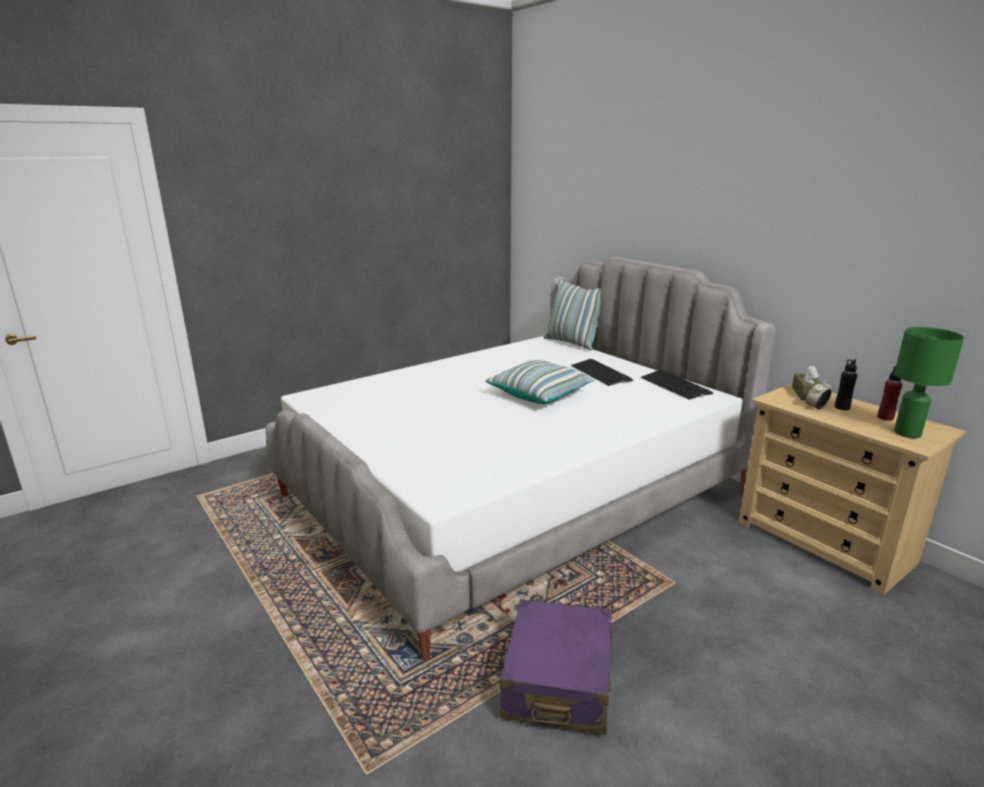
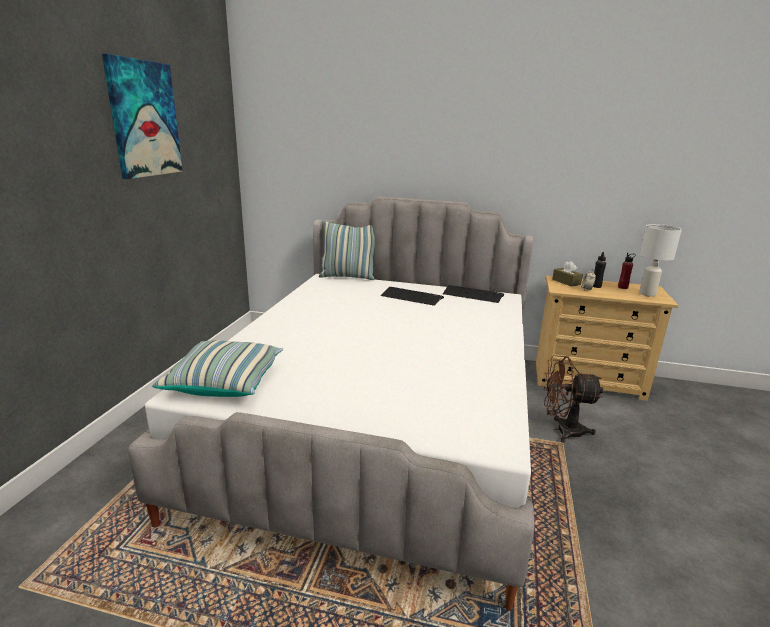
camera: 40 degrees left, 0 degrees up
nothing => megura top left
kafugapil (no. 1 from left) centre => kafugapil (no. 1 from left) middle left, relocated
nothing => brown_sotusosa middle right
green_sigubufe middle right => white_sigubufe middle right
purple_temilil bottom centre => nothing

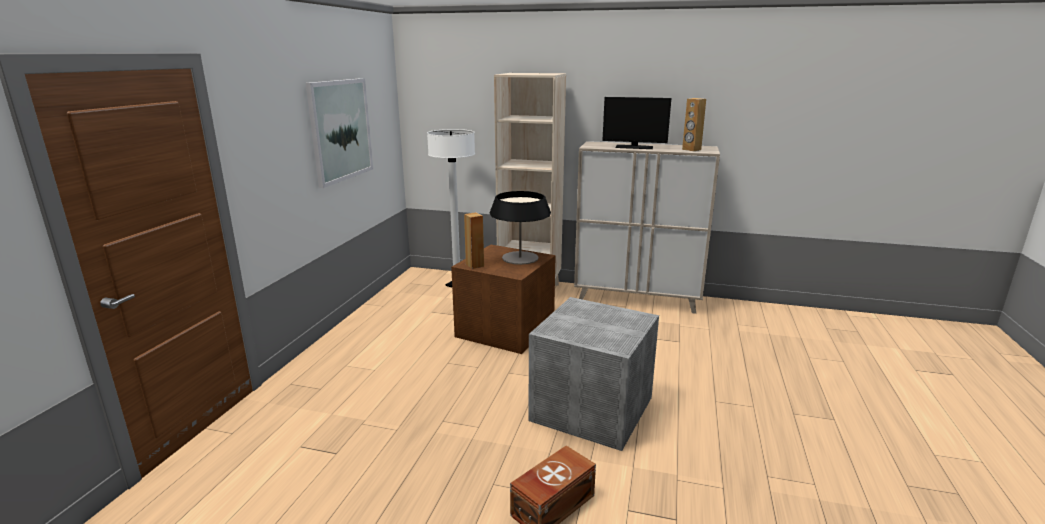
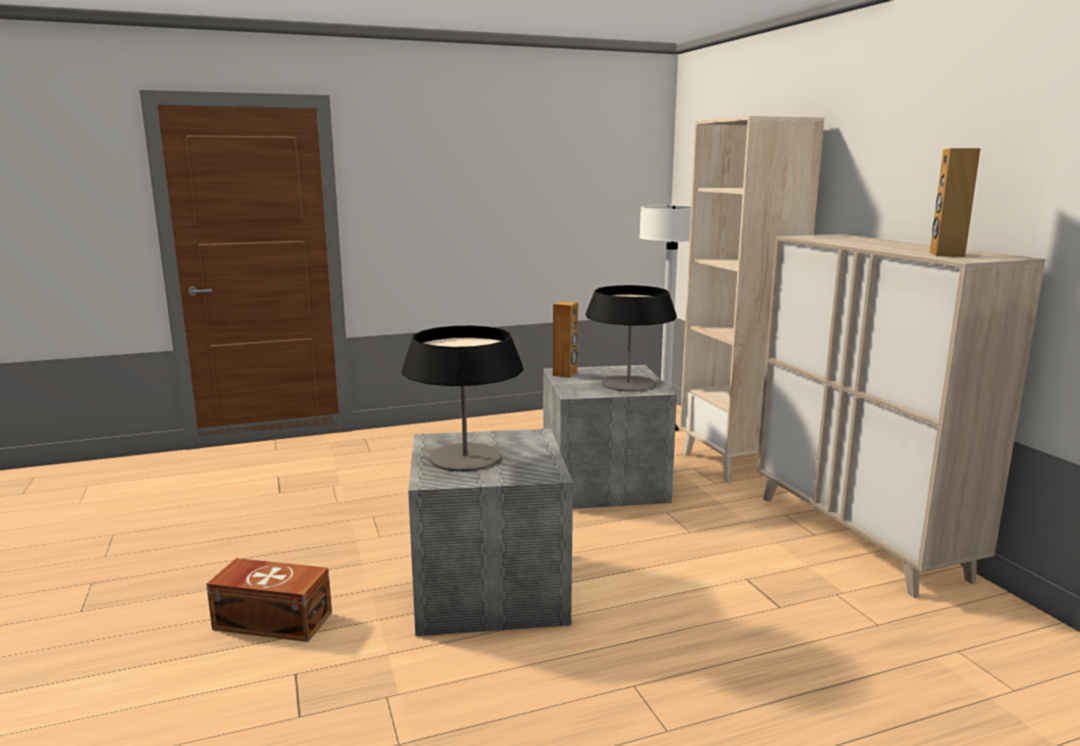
camera: 55 degrees right, 5 degrees down
nothing => sigubufe (no. 1 from left) centre
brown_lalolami (no. 1 from left) centre => grey_lalolami (no. 2 from left) centre
megura top left => nothing
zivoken top centre => nothing

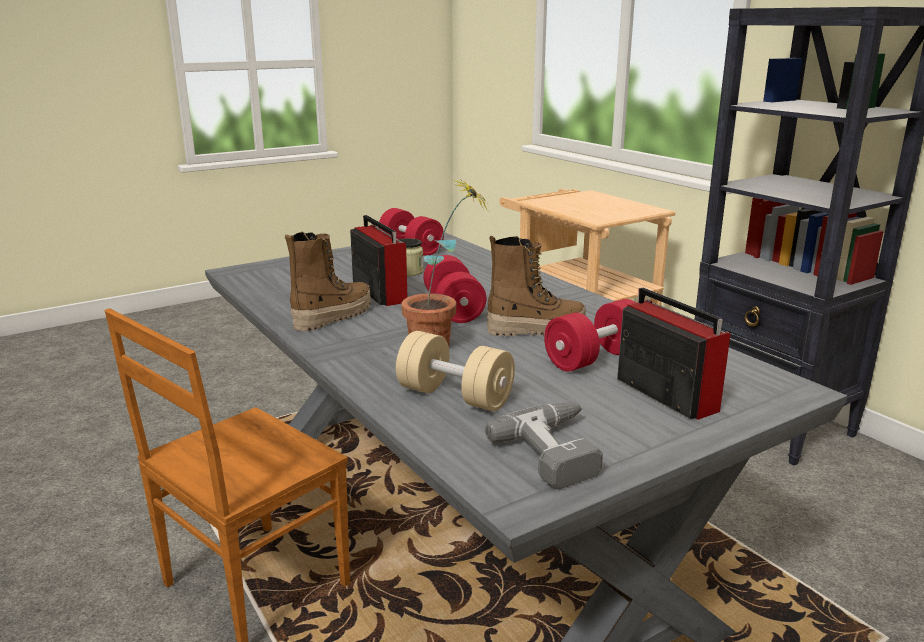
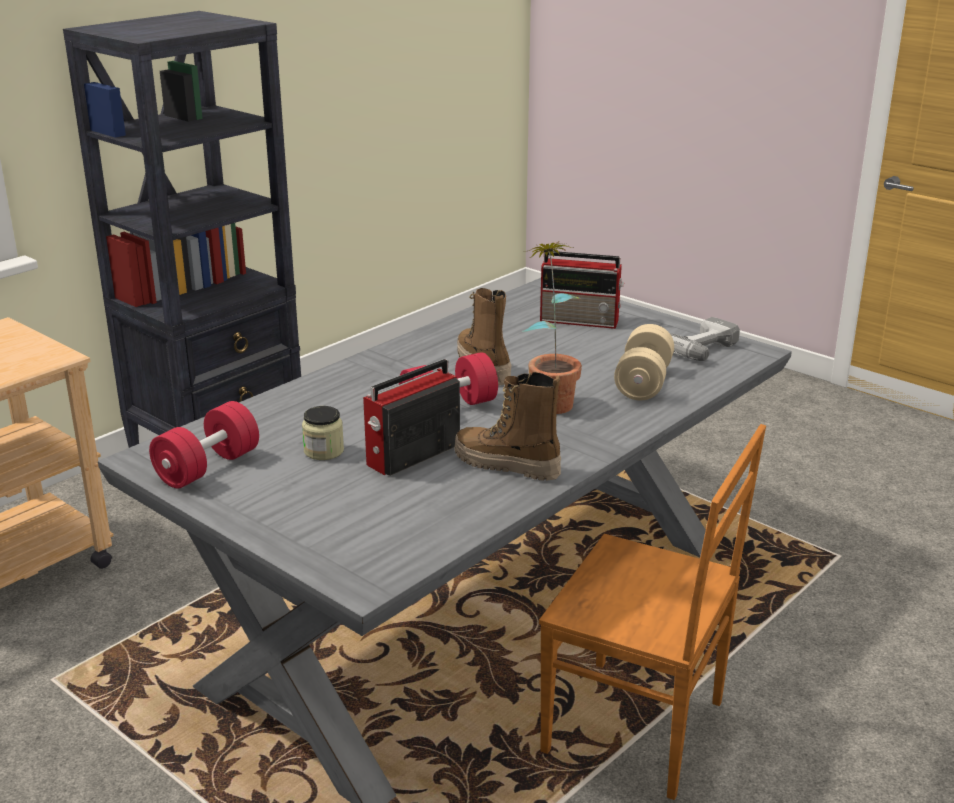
camera: 105 degrees left, 5 degrees up
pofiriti (no. 2 from left) middle right => pofiriti (no. 2 from left) centre, 120 degrees counterclockwise
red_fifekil (no. 3 from left) centre => nothing

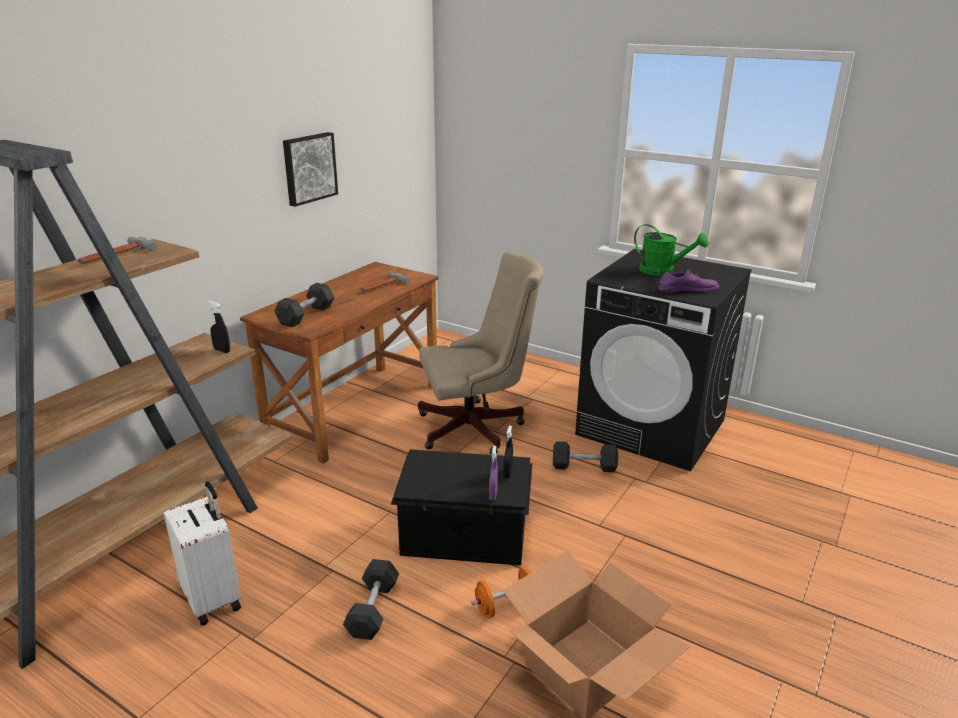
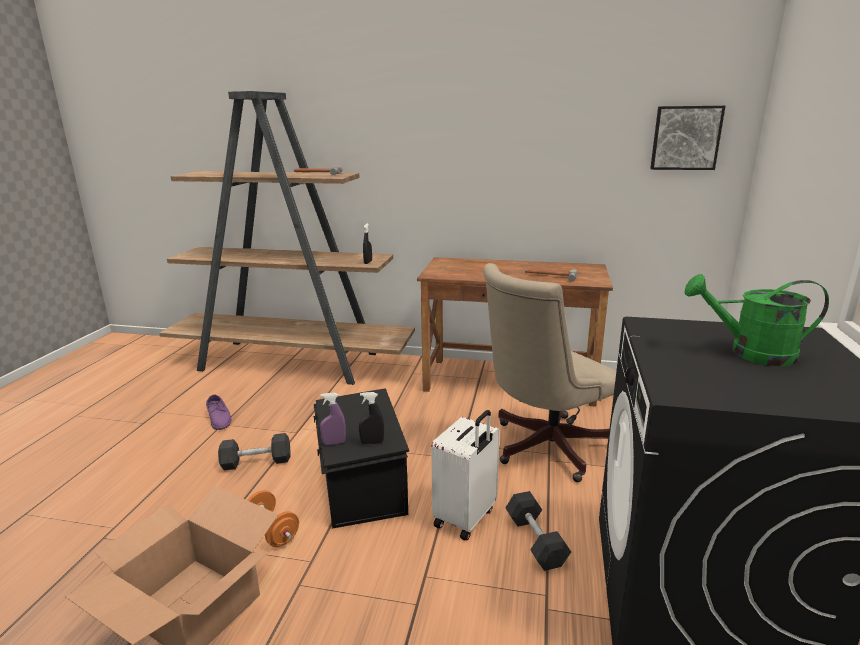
camera: 70 degrees right, 5 degrees down
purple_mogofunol middle right => purple_mogofunol middle left, relocated
white_temilil bottom left => white_temilil bottom centre, relocated
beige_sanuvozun centre, 90 degrees clockwise
megura top left => megura top right, relocated
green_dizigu middle right, 90 degrees clockwise
grey_fifekil (no. 1 from left) middle left => nothing

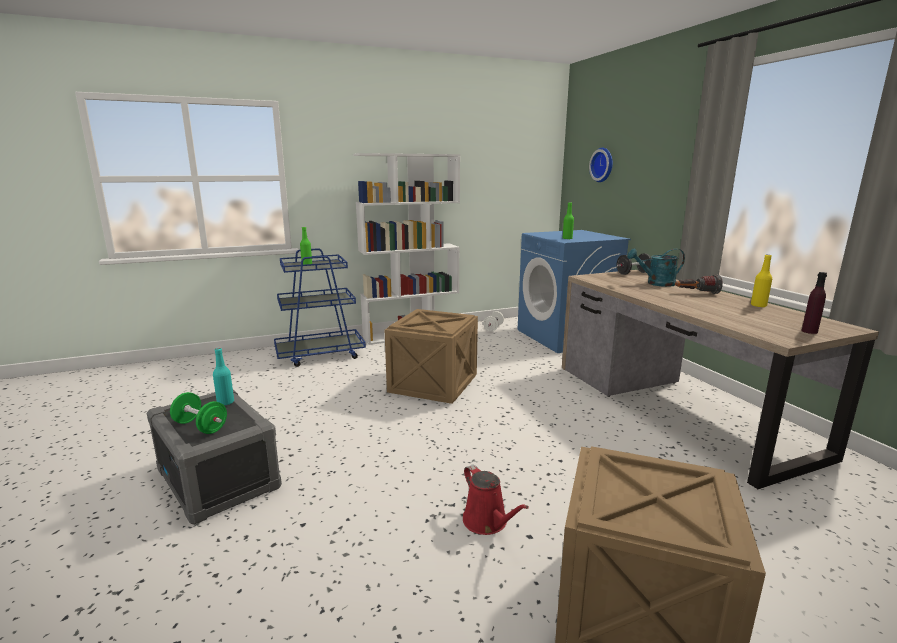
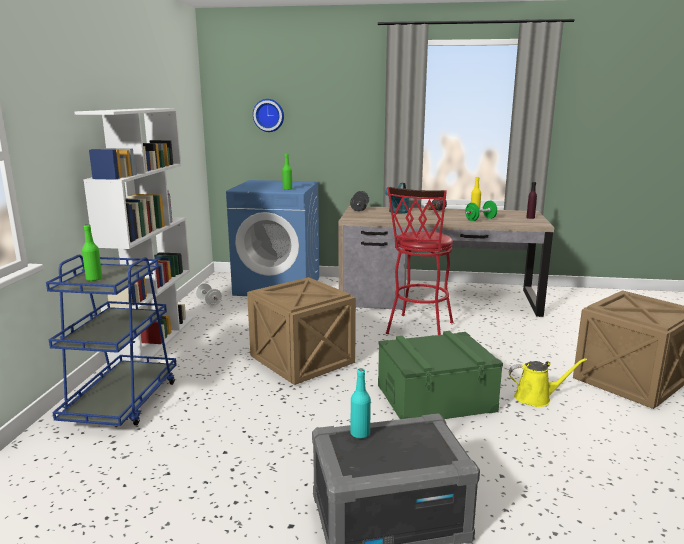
camera: 60 degrees left, 0 degrees up
nothing => green_lalolami bottom centre
nothing => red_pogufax centre
green_fifekil middle left => green_fifekil middle right, relocated
red_dizigu bottom centre => yellow_dizigu bottom right

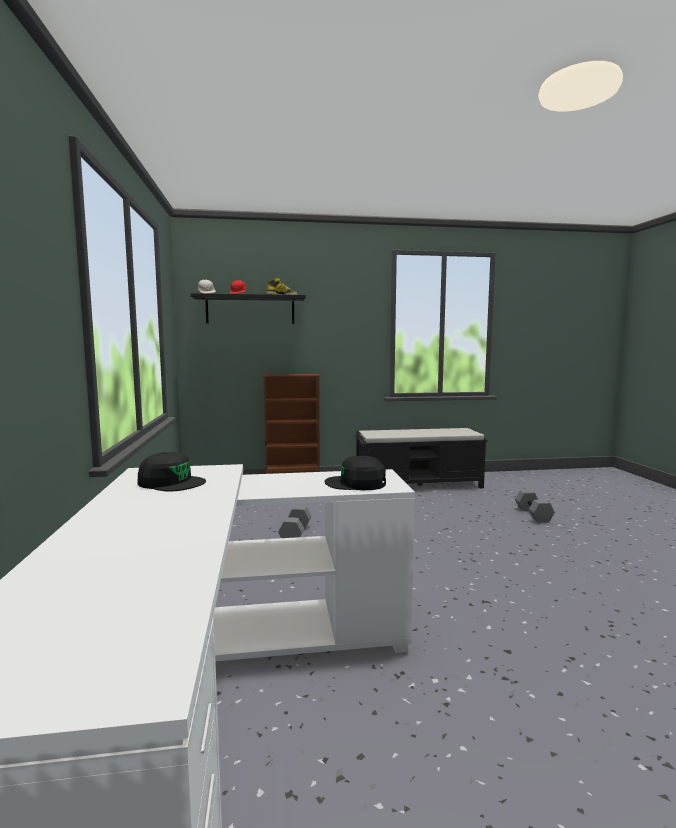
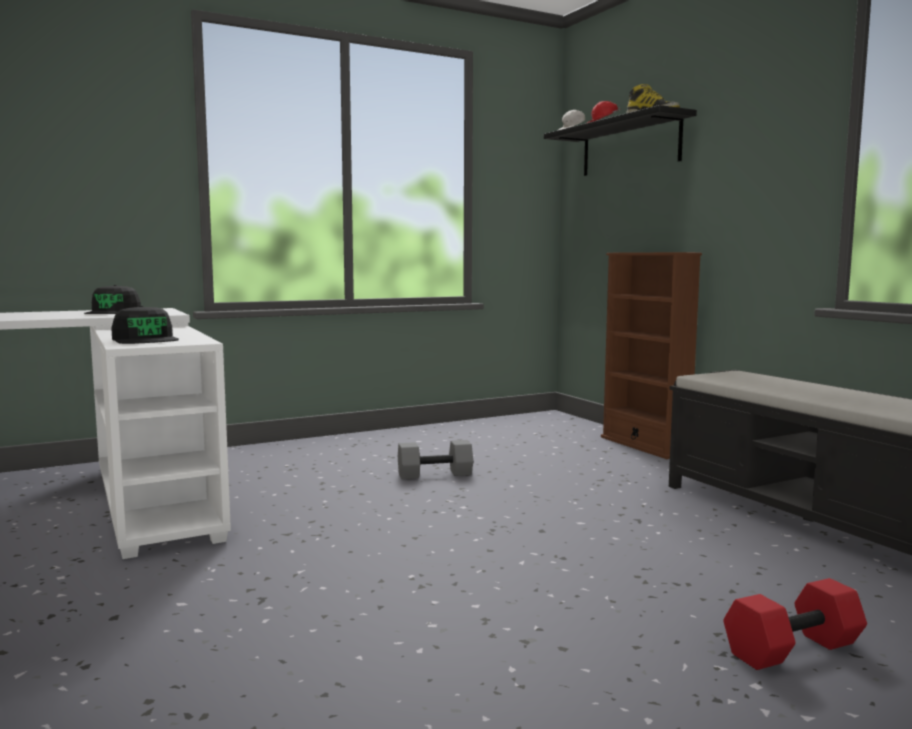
camera: 70 degrees right, 0 degrees up
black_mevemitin (no. 2 from left) centre => black_mevemitin (no. 2 from left) middle left, 150 degrees clockwise
grey_fifekil (no. 2 from left) middle right => red_fifekil bottom right

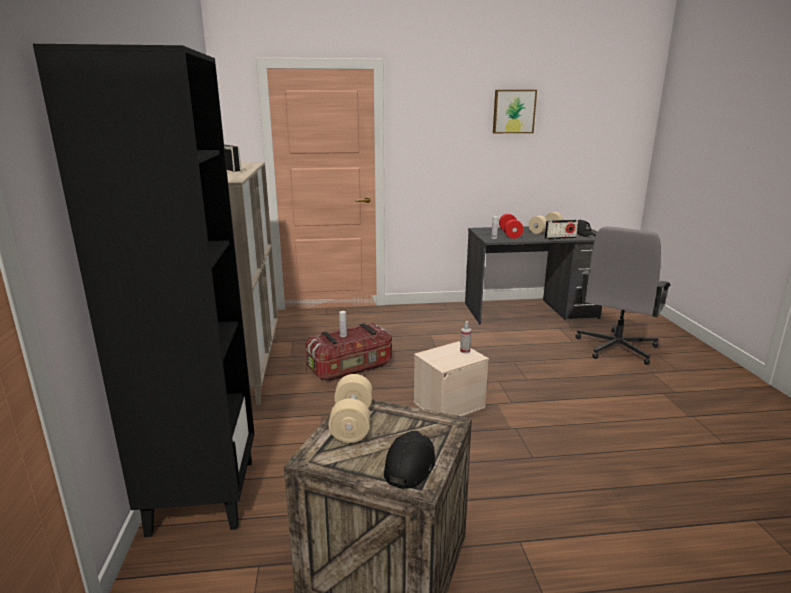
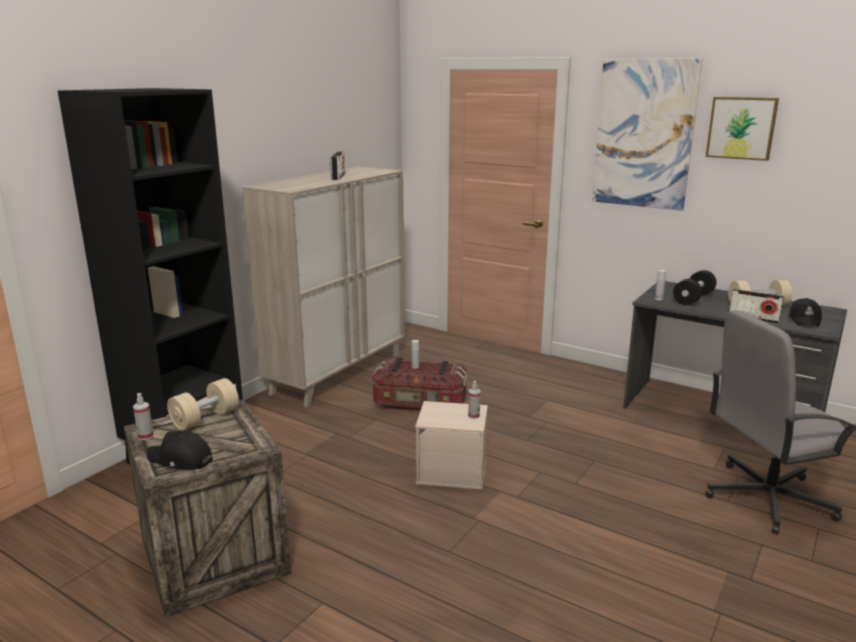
camera: 40 degrees right, 0 degrees up
nothing => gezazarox (no. 1 from left) middle left
black_mevemitin (no. 1 from left) bottom centre => black_mevemitin (no. 1 from left) bottom left, 135 degrees counterclockwise
nothing => megura (no. 1 from left) top right
red_fifekil centre => black_fifekil middle right

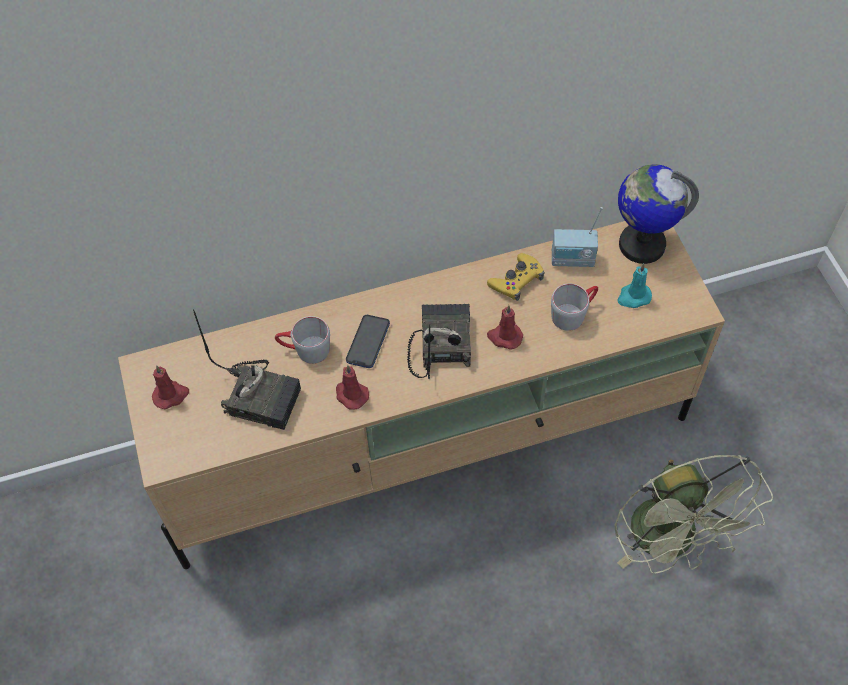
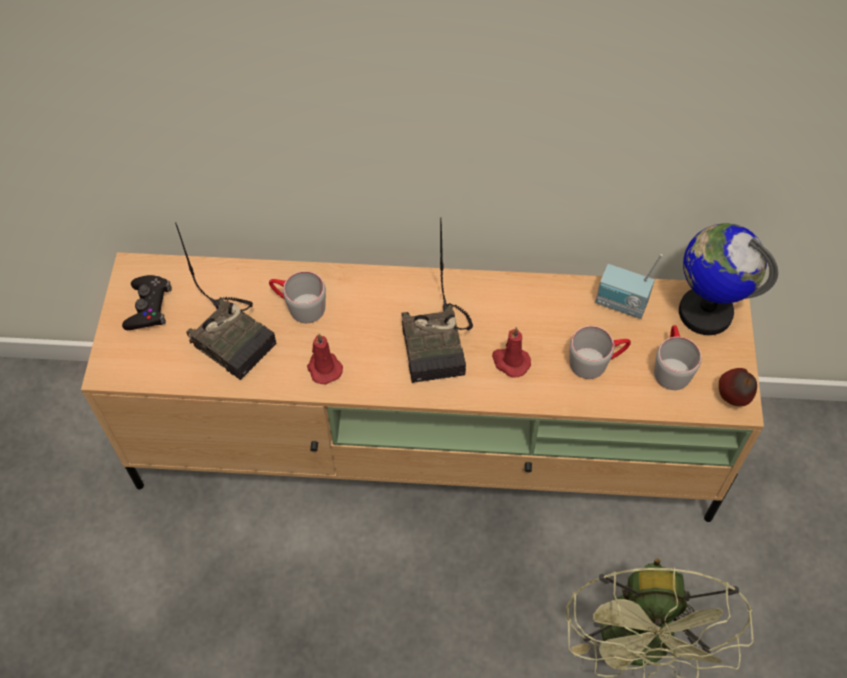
camera: 20 degrees right, 0 degrees up
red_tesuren (no. 1 from left) middle left => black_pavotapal middle left
pofiriti (no. 2 from left) centre, 150 degrees clockwise
turquoise_tesuren middle right => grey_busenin (no. 3 from left) middle right
nothing => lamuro middle right
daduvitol centre => nothing
yellow_pavotapal centre => nothing

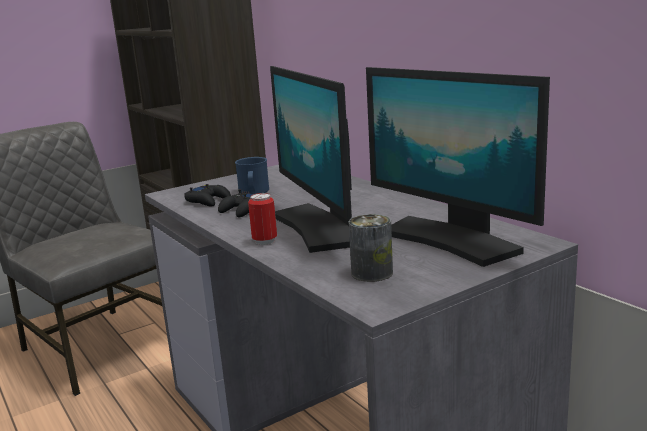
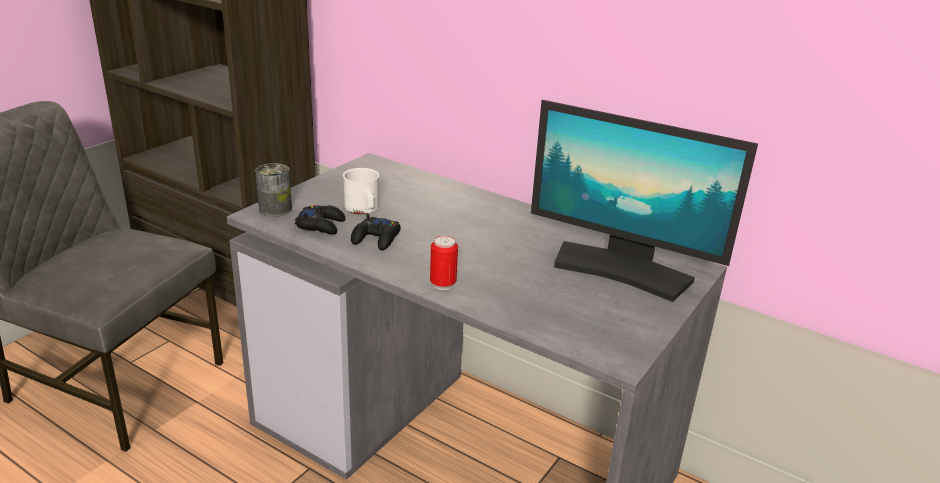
camera: 25 degrees left, 10 degrees up
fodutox (no. 2 from left in the first image) centre => fodutox (no. 1 from left) middle left, relocated
blue_busenin centre => white_busenin centre
zivoken (no. 1 from left) centre => nothing

